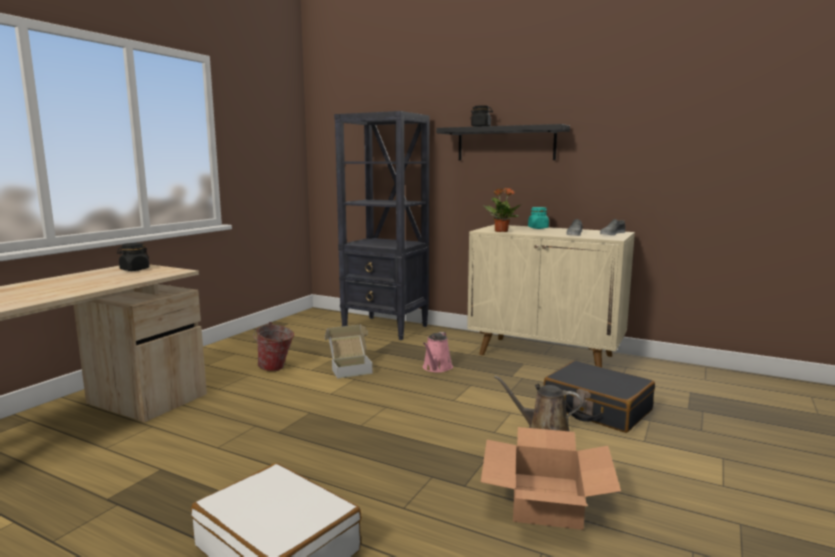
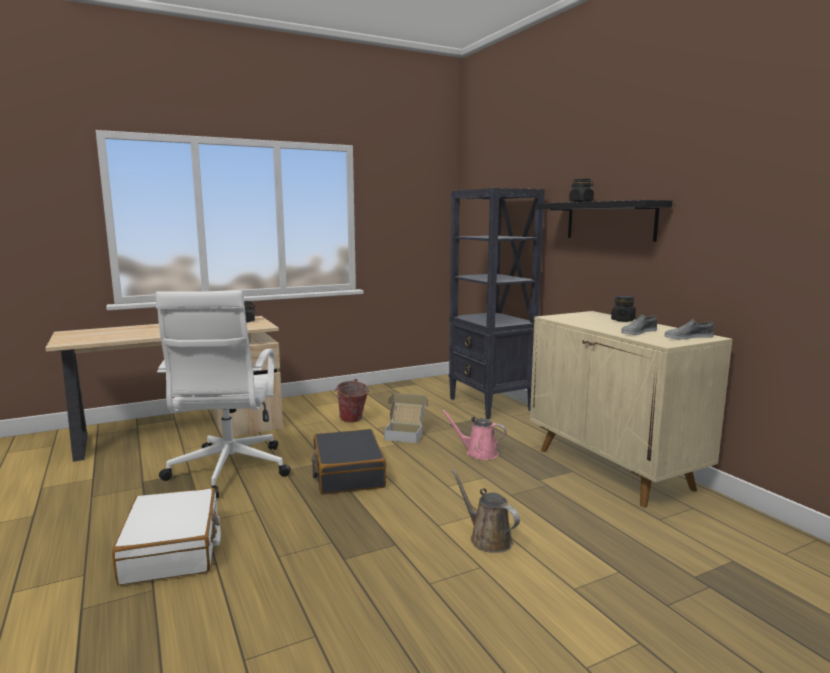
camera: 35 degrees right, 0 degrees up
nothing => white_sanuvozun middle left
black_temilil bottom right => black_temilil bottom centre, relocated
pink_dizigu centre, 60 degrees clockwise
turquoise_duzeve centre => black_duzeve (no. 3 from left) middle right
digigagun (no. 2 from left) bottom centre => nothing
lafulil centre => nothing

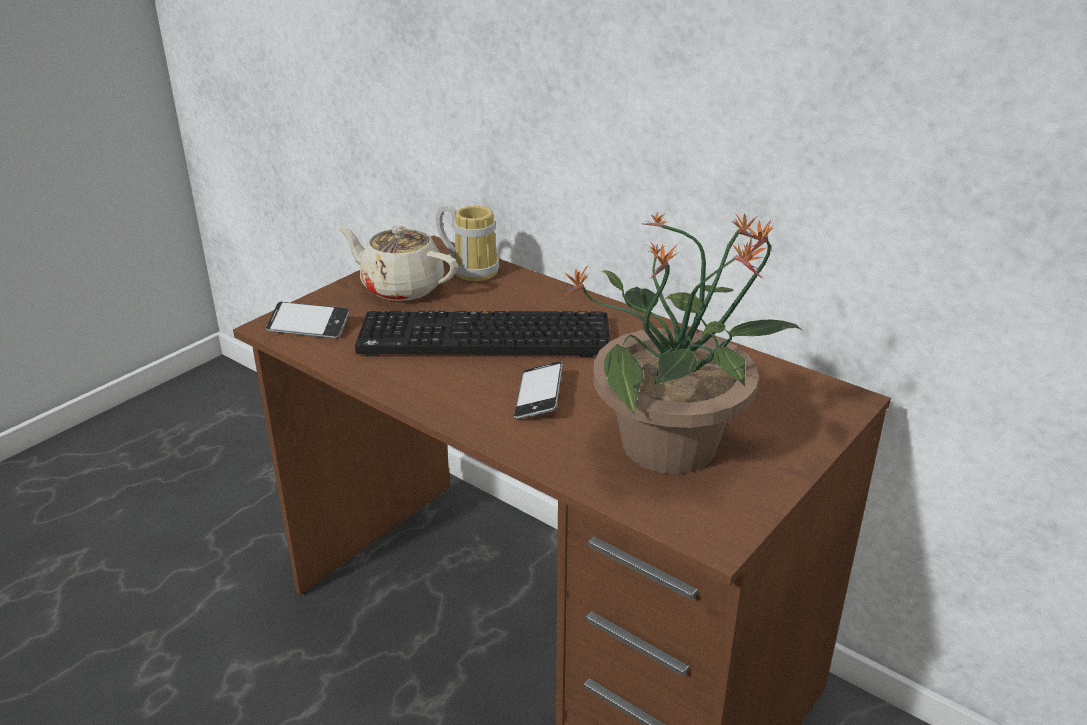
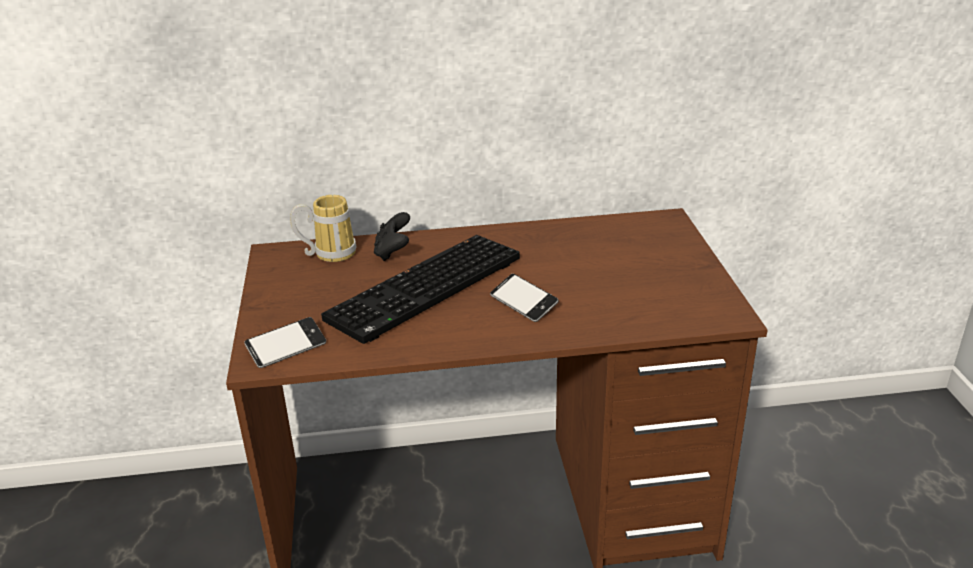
camera: 45 degrees left, 0 degrees up
nothing => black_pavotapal centre
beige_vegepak centre => nothing
lafulil centre => nothing

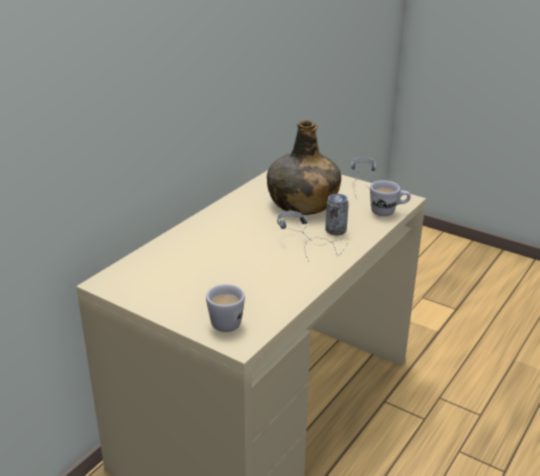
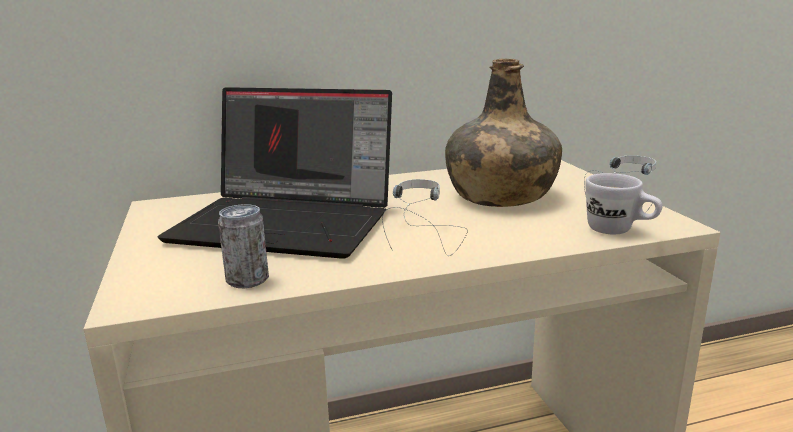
camera: 40 degrees right, 10 degrees down
nothing => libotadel centre
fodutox centre => fodutox middle left, relocated
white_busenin (no. 1 from left) centre => nothing

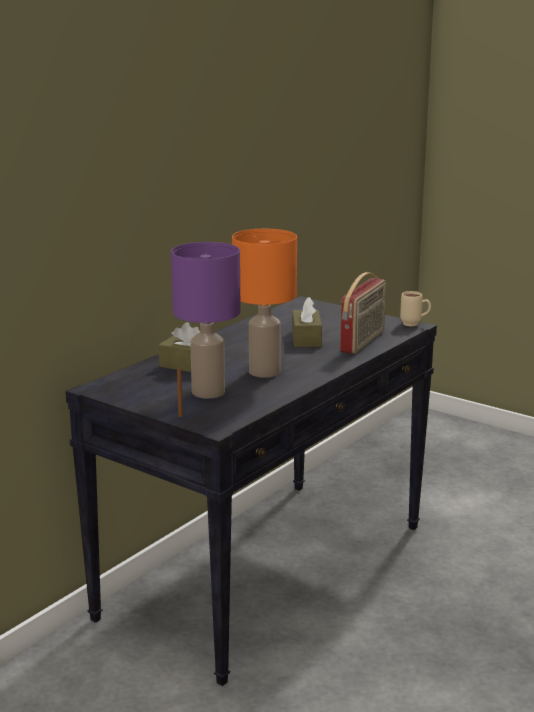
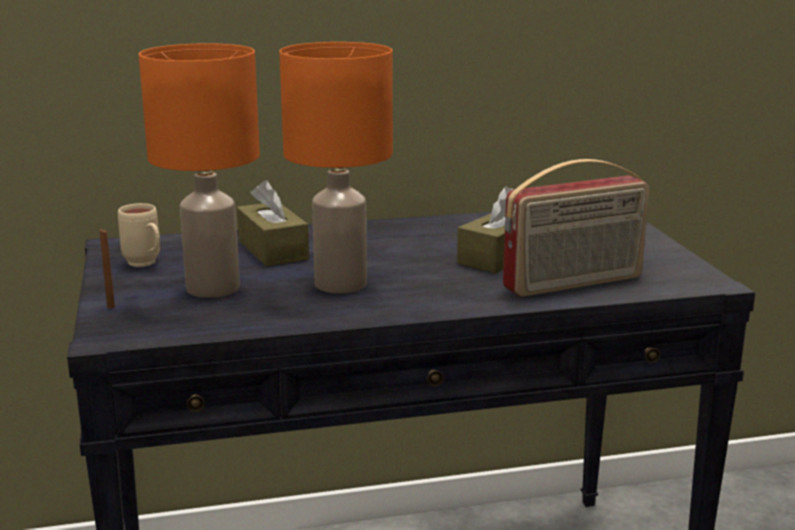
camera: 40 degrees right, 0 degrees up
beige_busenin middle right => beige_busenin middle left, relocated
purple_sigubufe centre => orange_sigubufe (no. 1 from left) top left

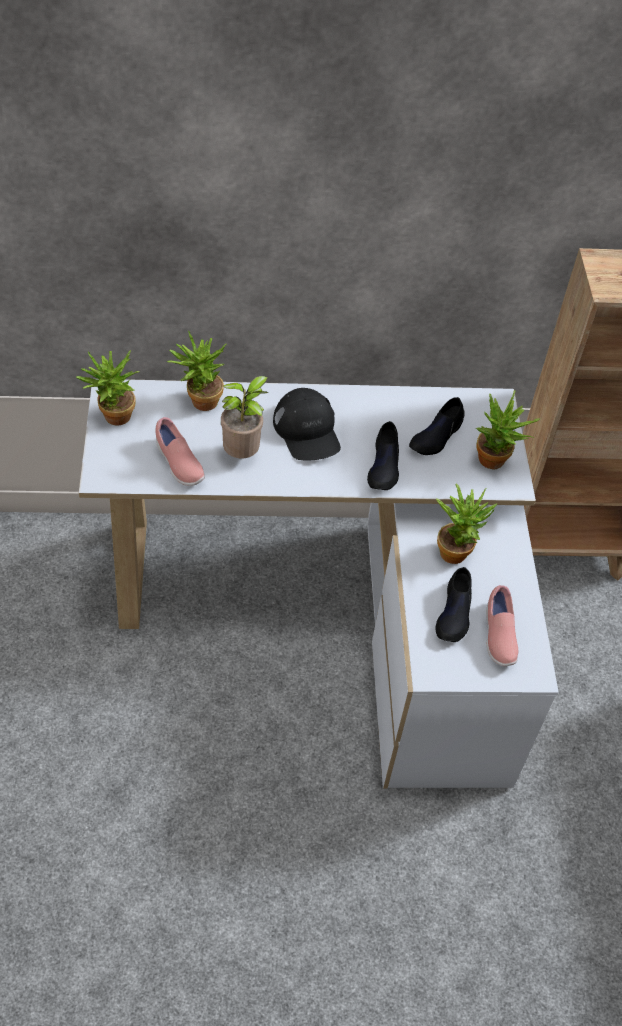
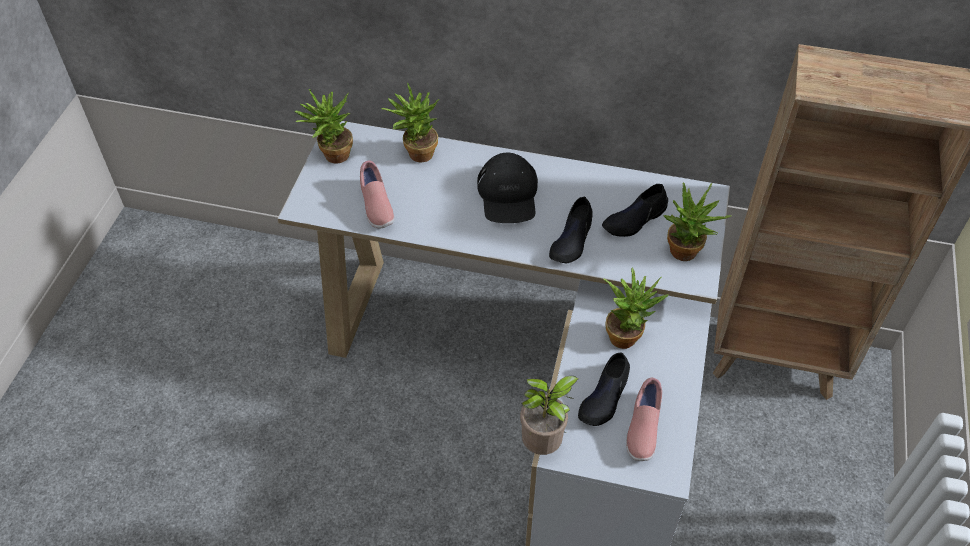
camera: 20 degrees right, 0 degrees up
lafulil (no. 3 from left) centre => lafulil (no. 3 from left) bottom centre, relocated

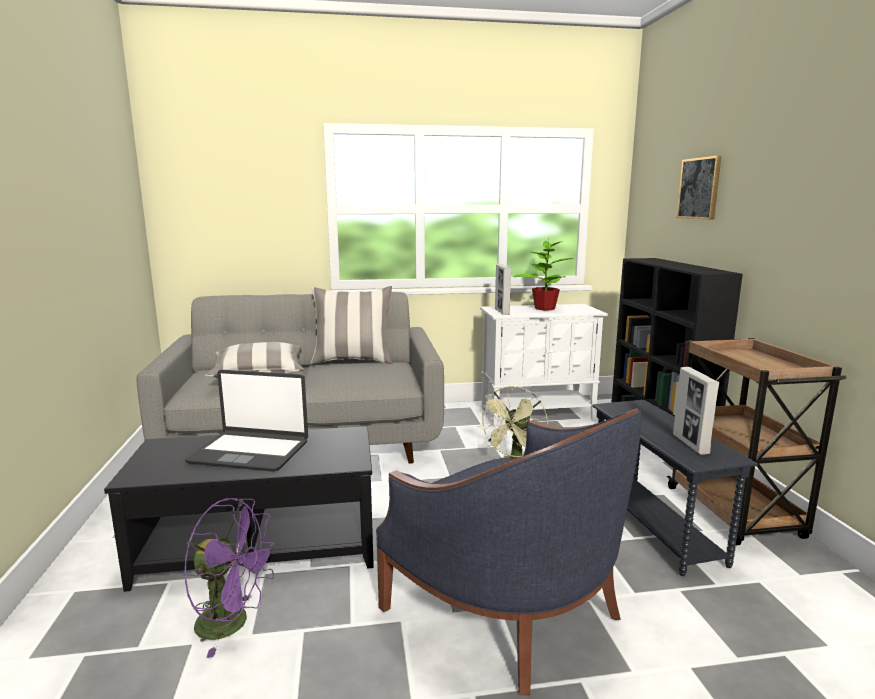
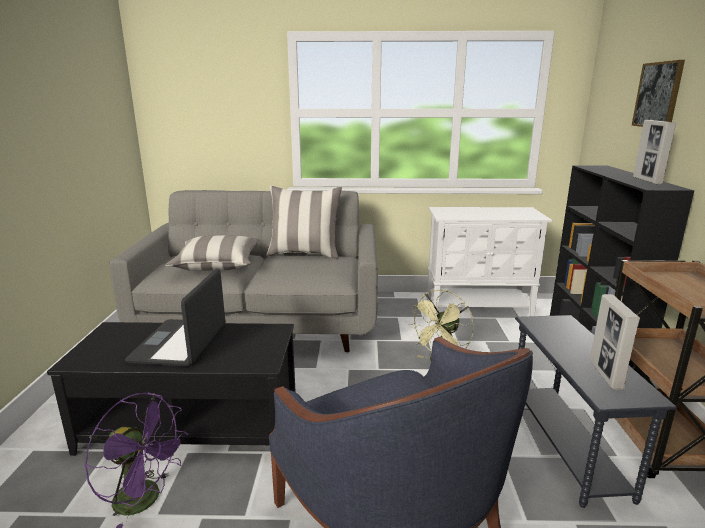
camera: 10 degrees right, 5 degrees up
libotadel middle left, 75 degrees clockwise
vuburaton (no. 1 from left in the first image) centre => vuburaton (no. 2 from left) top right, relocated
lafulil centre => nothing

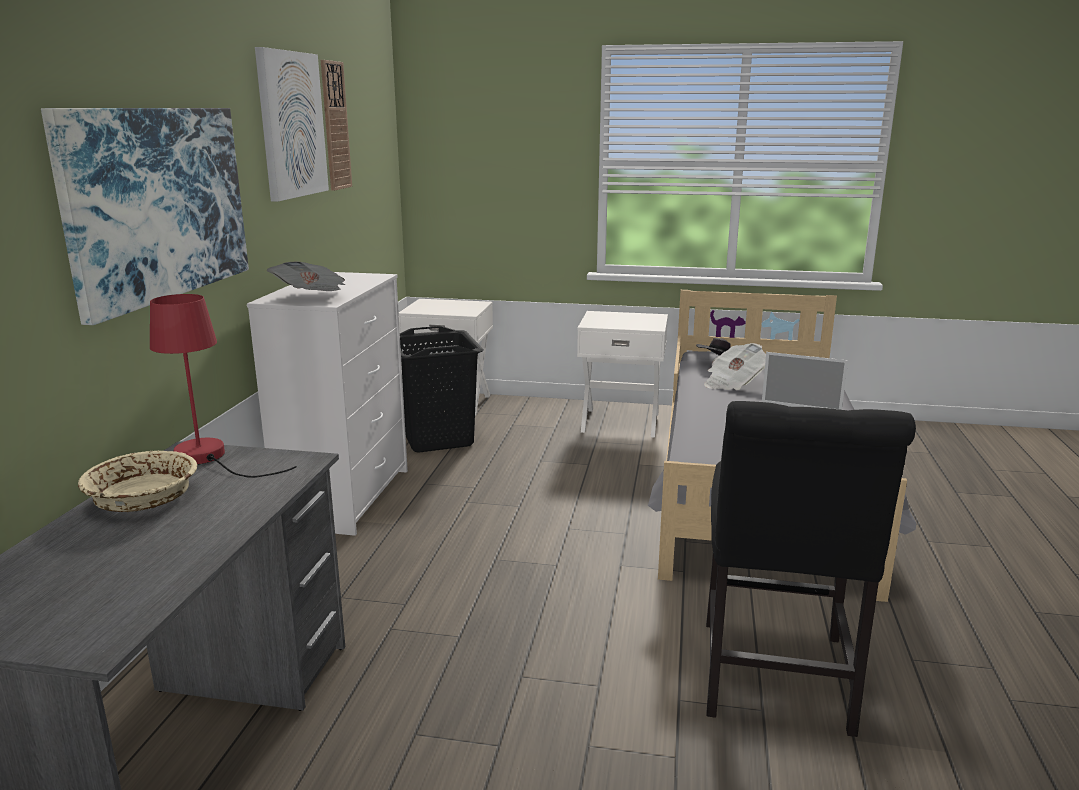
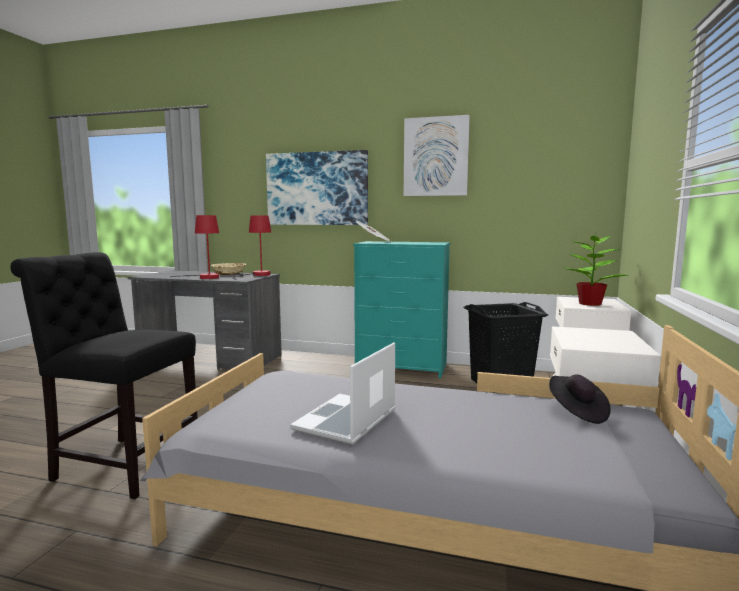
camera: 95 degrees right, 10 degrees down
nothing => red_sigubufe (no. 1 from left) middle left
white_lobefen middle left => turquoise_lobefen centre
nothing => lafulil middle right
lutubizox top left => nothing
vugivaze (no. 2 from left) middle right => nothing

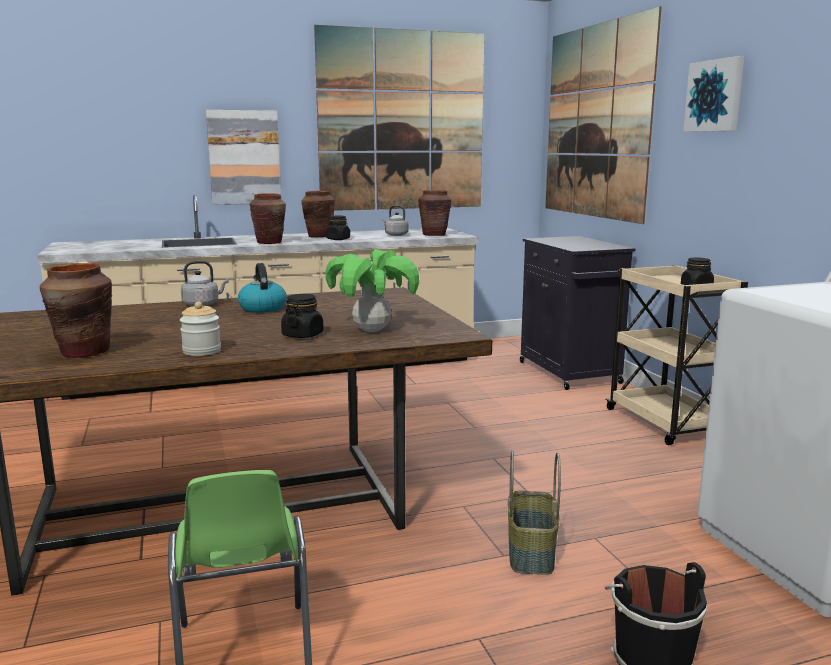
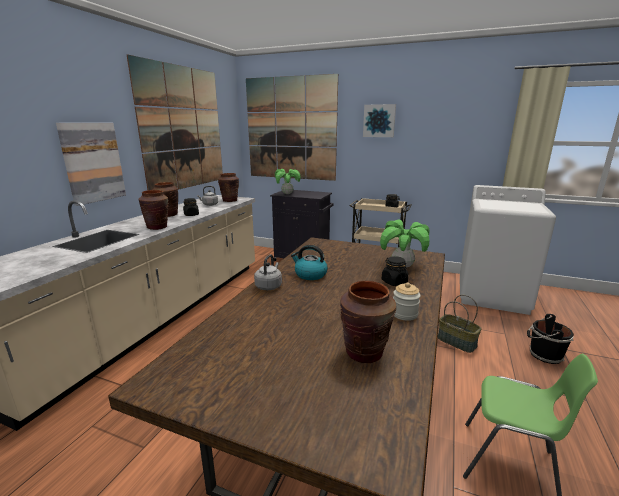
camera: 50 degrees left, 5 degrees up
nothing => lafulil (no. 1 from left) centre

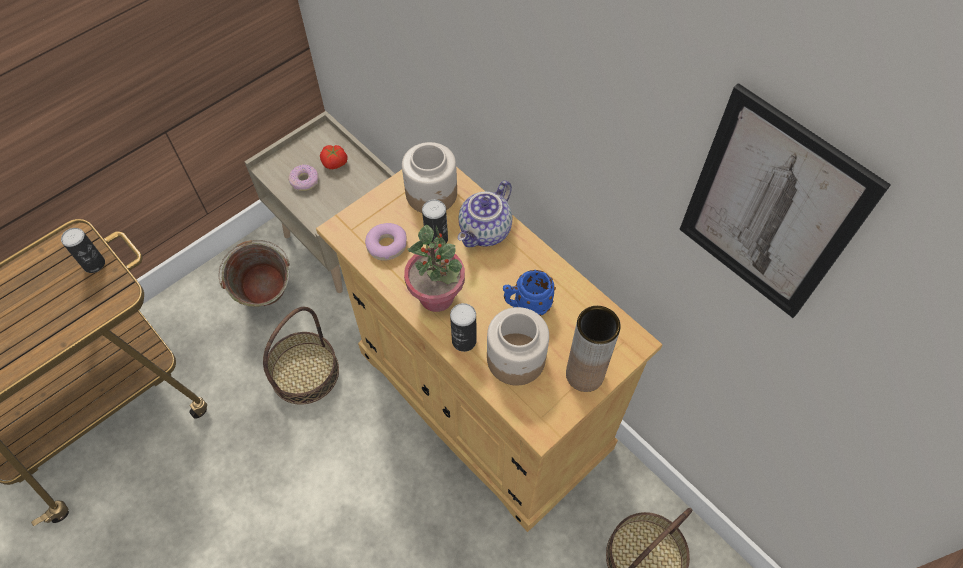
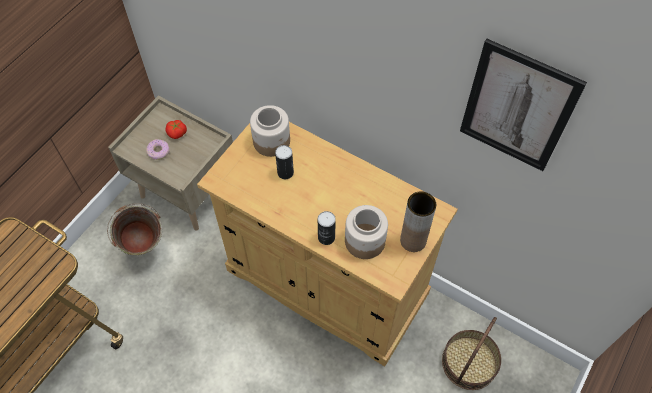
camera: 15 degrees left, 0 degrees up
fodutox (no. 1 from left) middle left => nothing
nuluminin (no. 1 from left) middle left => nothing
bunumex (no. 2 from left) centre => nothing
lafulil centre => nothing
vegepak centre => nothing
blue_busenin centre => nothing

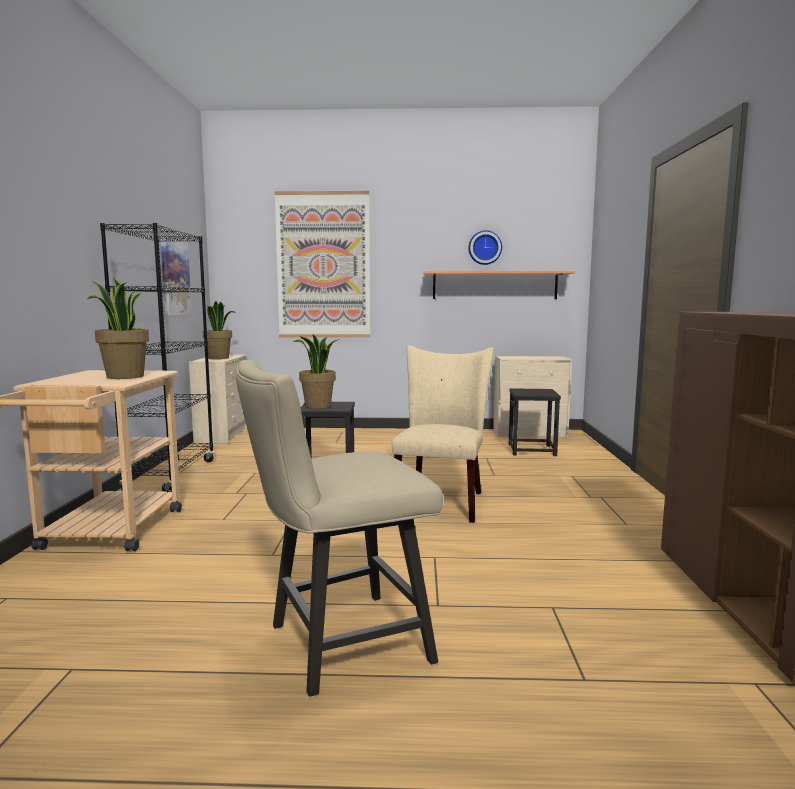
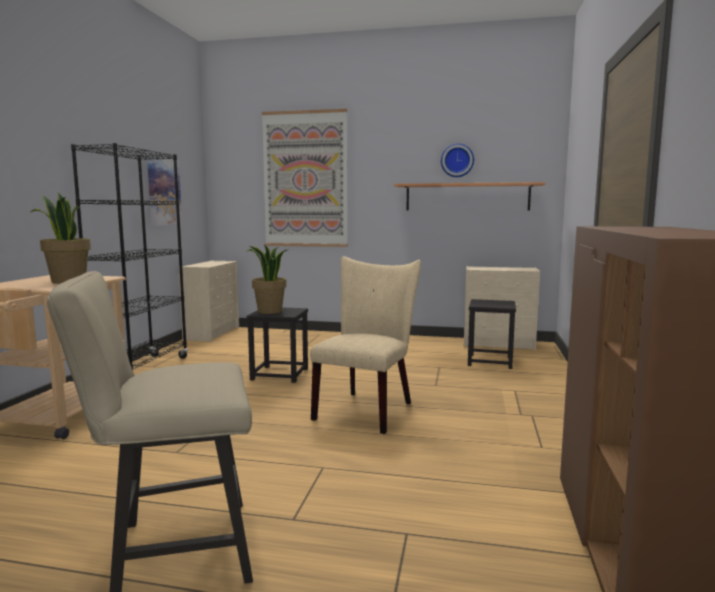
camera: 10 degrees right, 0 degrees up
lafulil (no. 2 from left) middle left => nothing

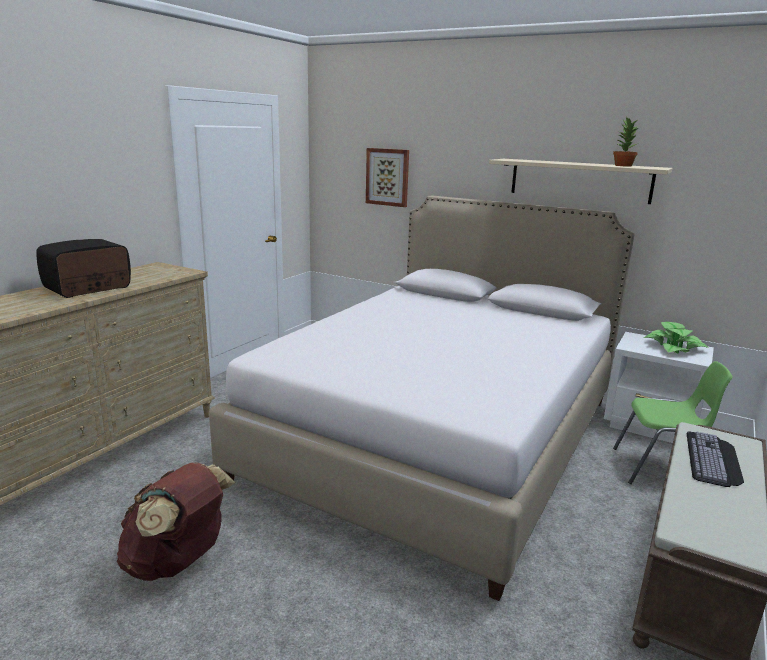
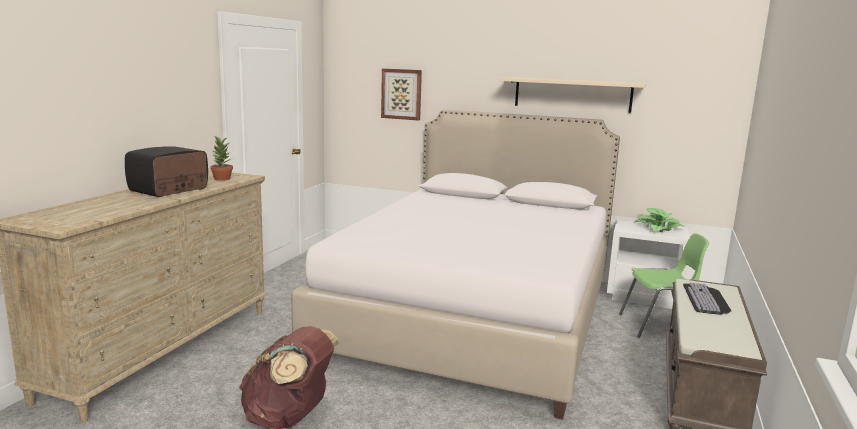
camera: 10 degrees left, 5 degrees down
lafulil (no. 1 from left) top right => lafulil (no. 1 from left) middle left, relocated

